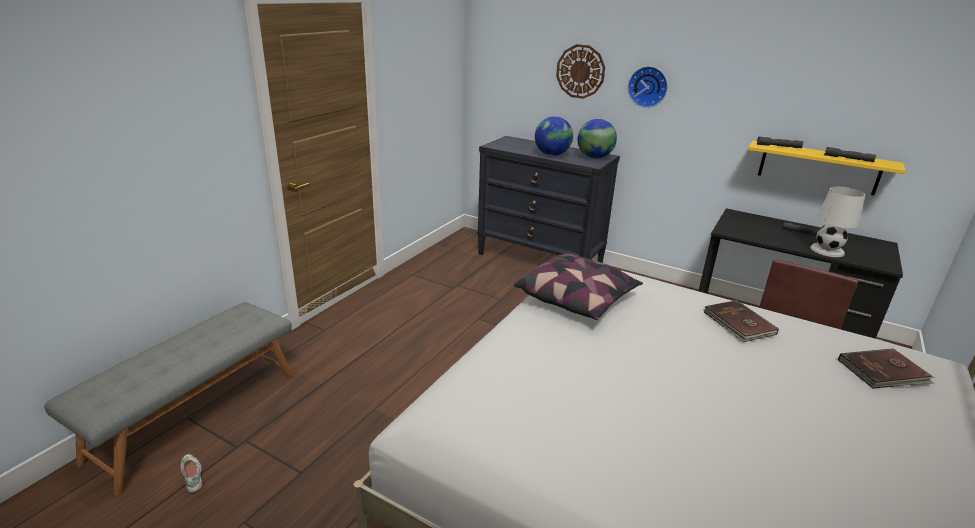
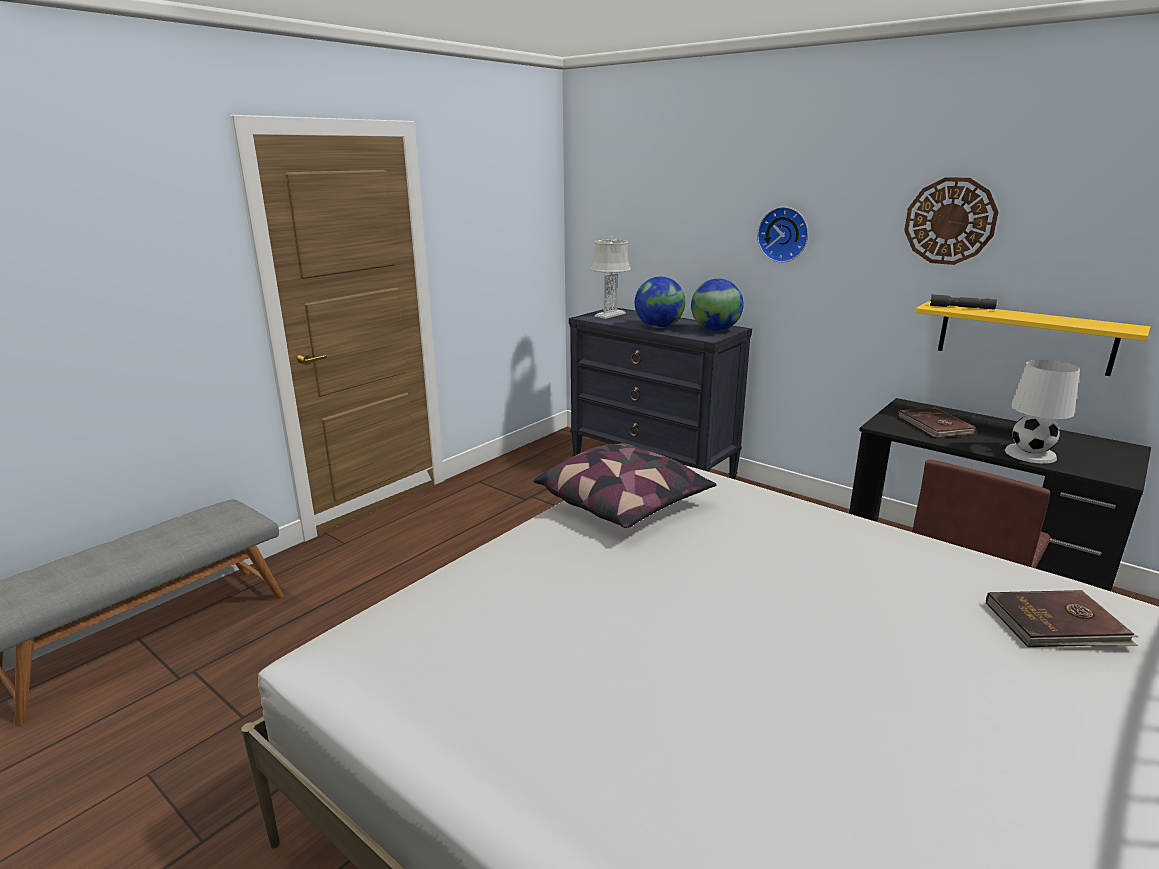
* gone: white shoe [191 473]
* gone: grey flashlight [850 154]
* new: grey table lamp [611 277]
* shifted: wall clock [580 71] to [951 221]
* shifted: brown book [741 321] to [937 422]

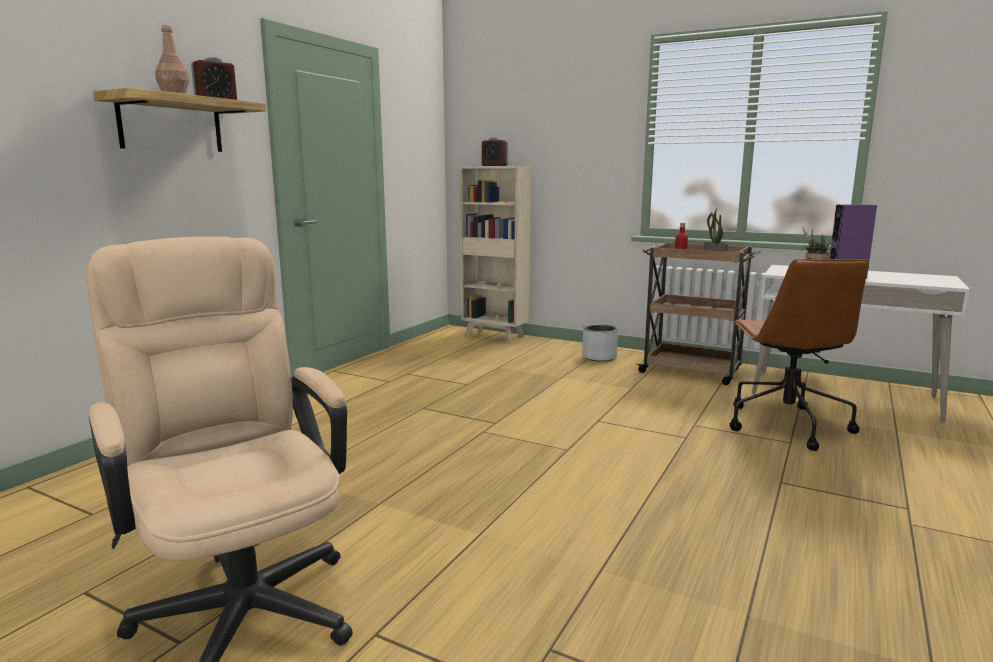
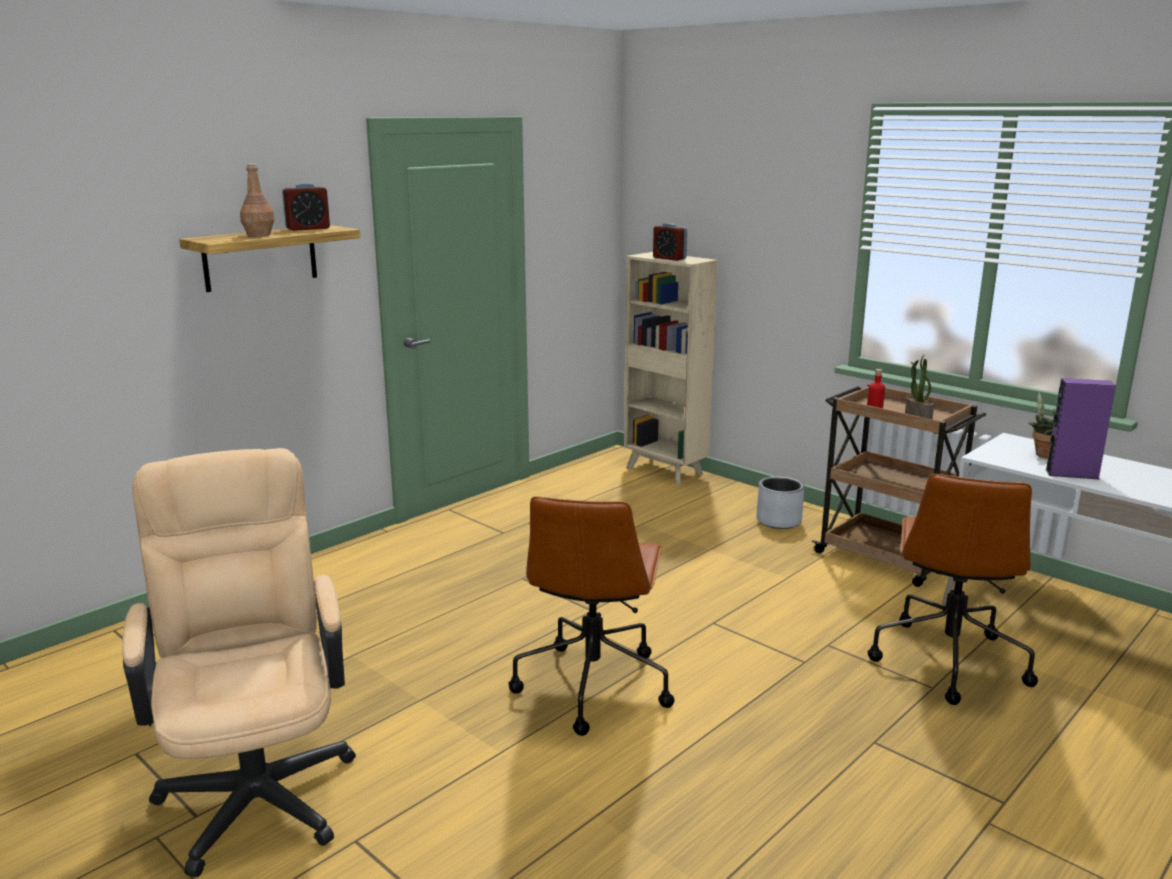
* new: brown office chair [591 616]

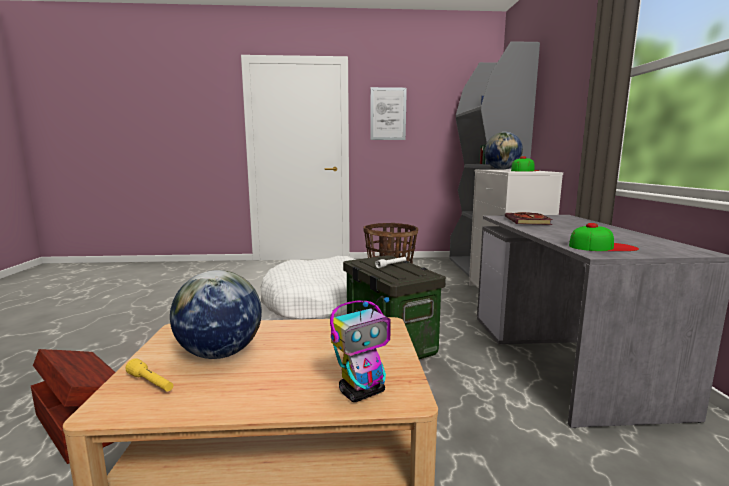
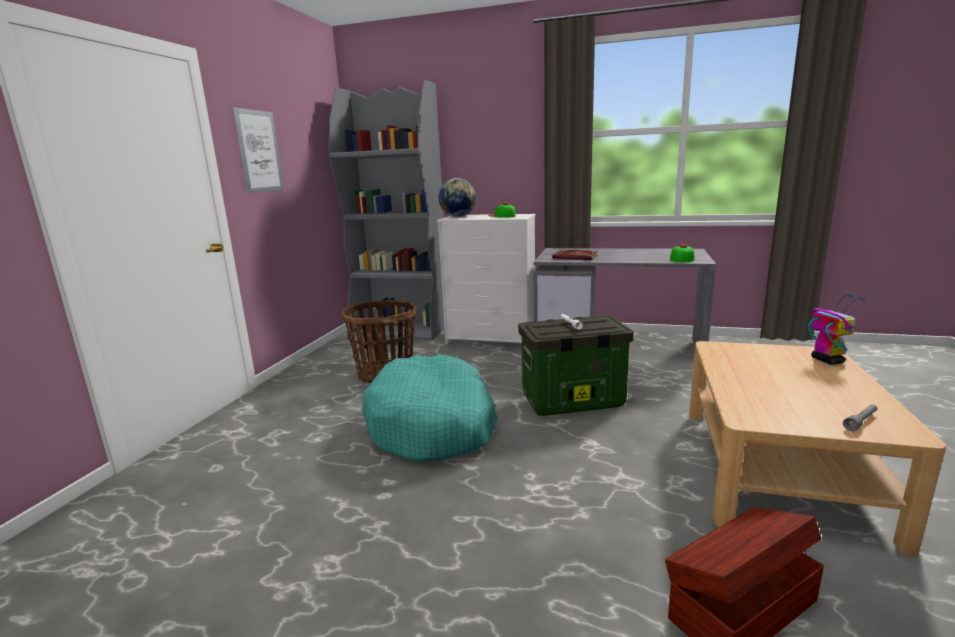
* gone: globe [216 314]
* repainted: yellow flashlight [149 374] to grey flashlight [860 417]
* repainted: white dog bed [308 288] to turquoise dog bed [429 408]

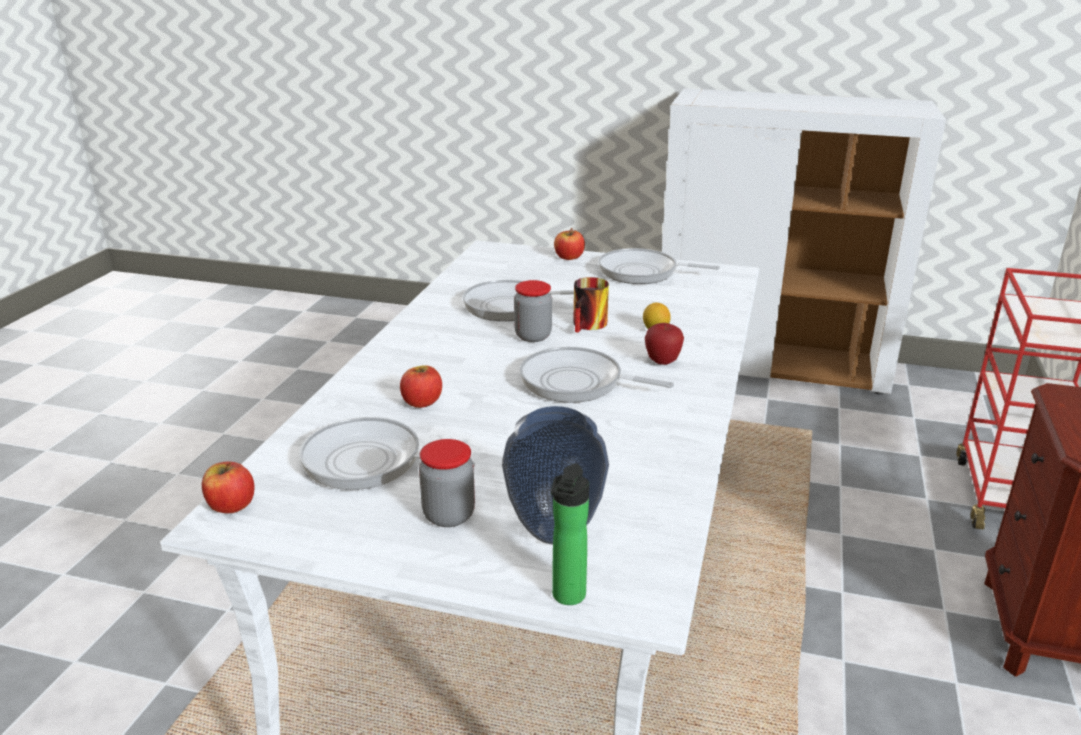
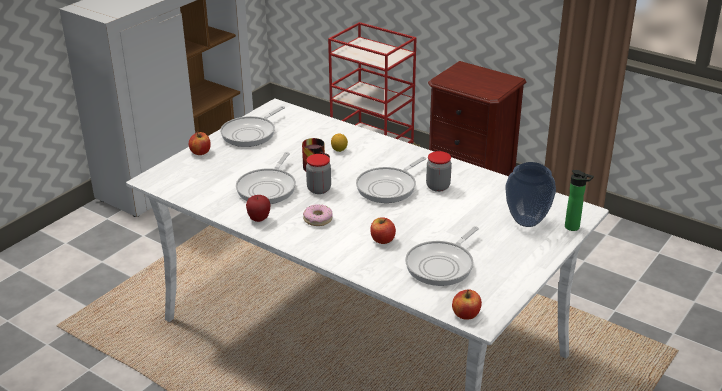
* new: donut [318 215]
* shifted: jar [447 483] to [439 171]
* shifted: apple [664 344] to [258 208]

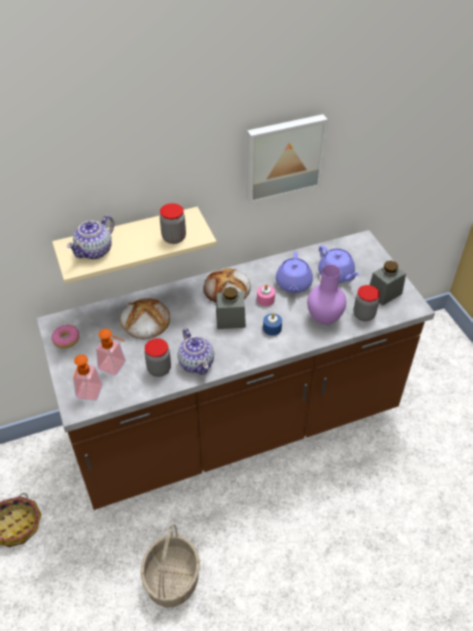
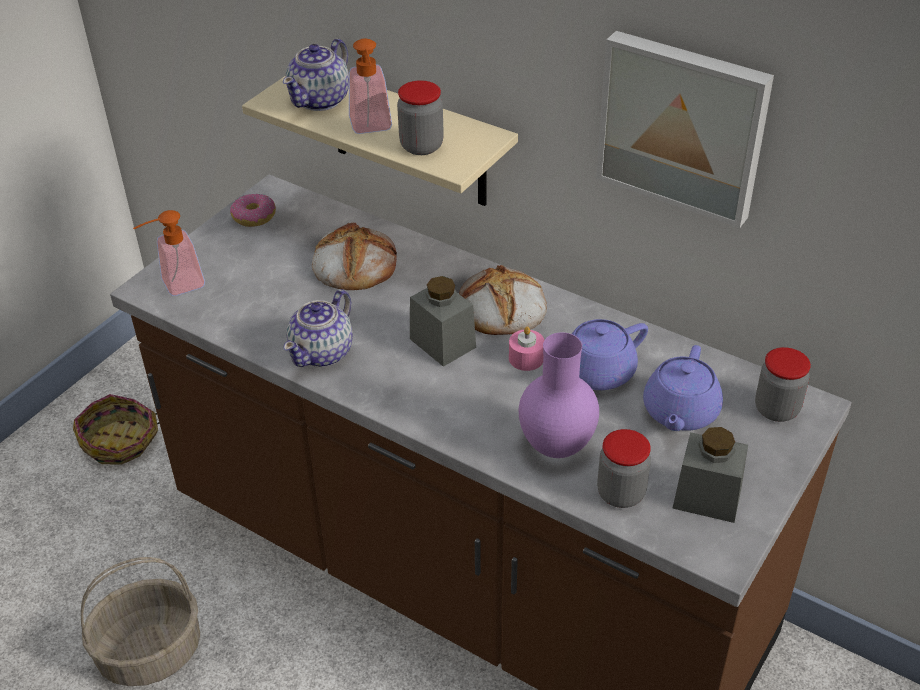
* gone: blue candle [272 324]
* shifted: soap dispenser [111 352] to [370 86]
* shifted: jar [158 357] to [783 384]
* rotated: teapot [90 237] = [316 75] 60 degrees counterclockwise

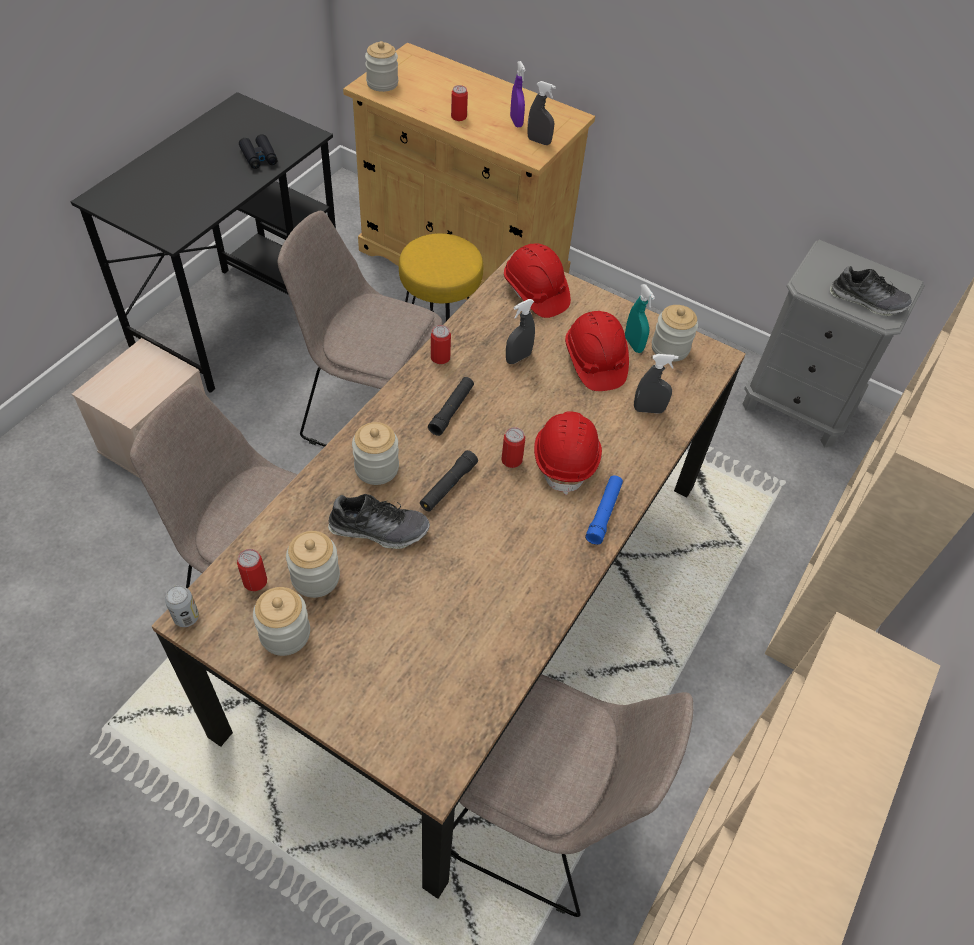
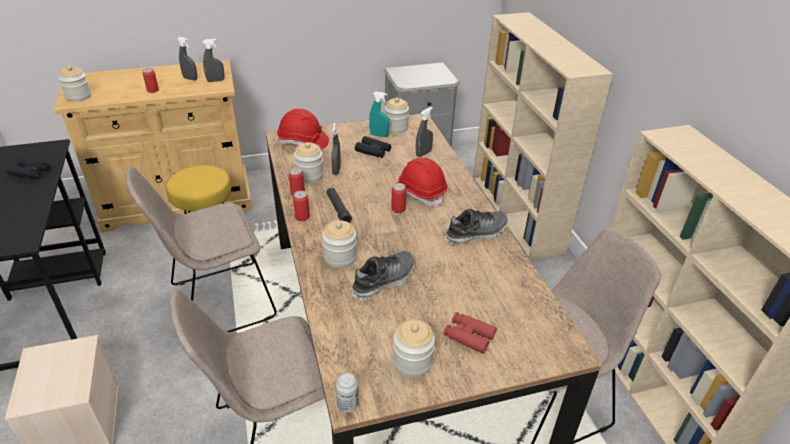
* gone: black flashlight [449 481]
* gone: blue flashlight [604 510]
* new: red binoculars [470 333]
* shifted: can [252 570] to [301 205]
* shifted: jar [313 564] to [309 162]
* shifted: shoe [871 291] to [477 227]
* swapped: red hard hat [597 351] to black binoculars [373 147]
* repainted: purple spray bottle [518 94] to grey spray bottle [187 59]

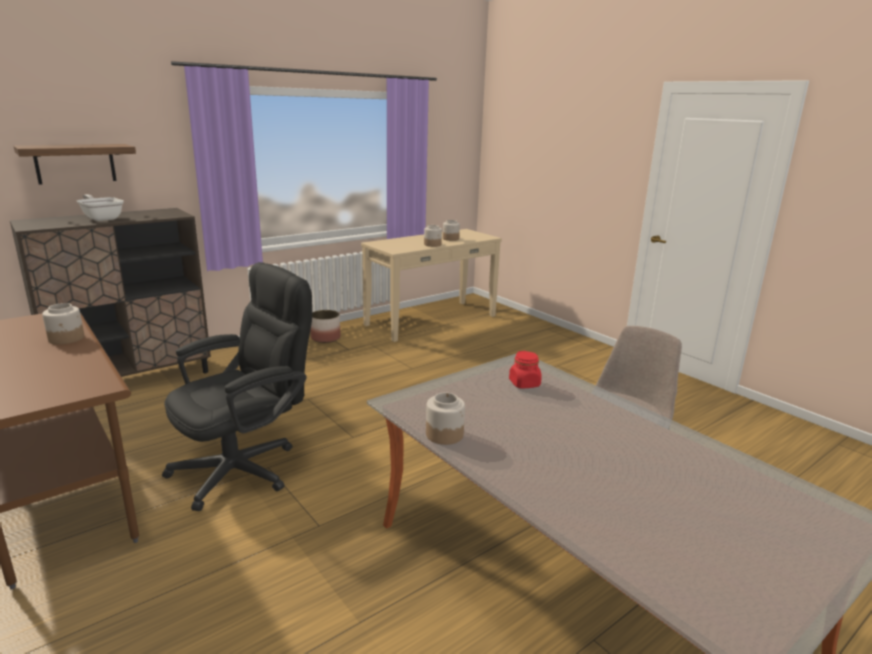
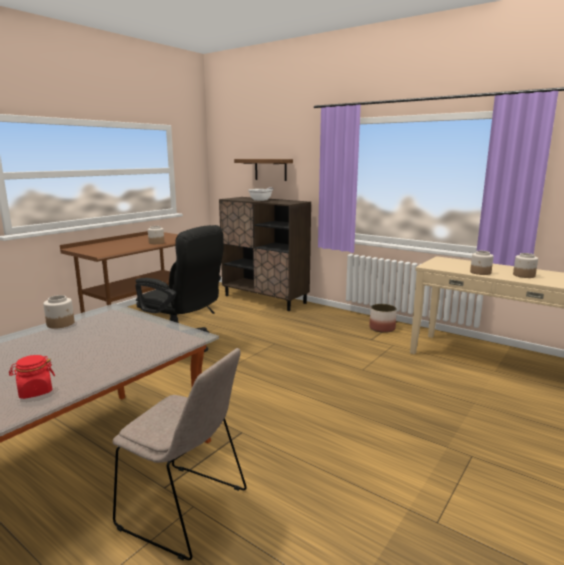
* shifted: red jar [525 369] to [32 377]

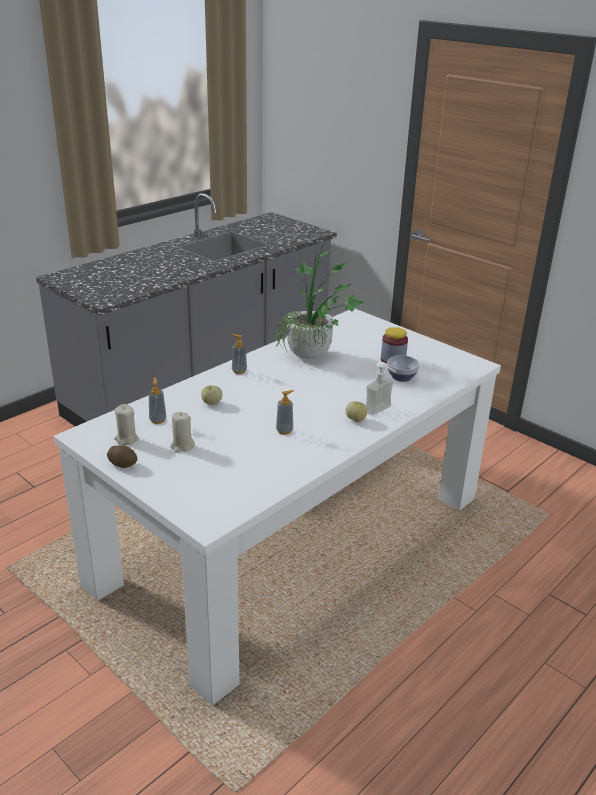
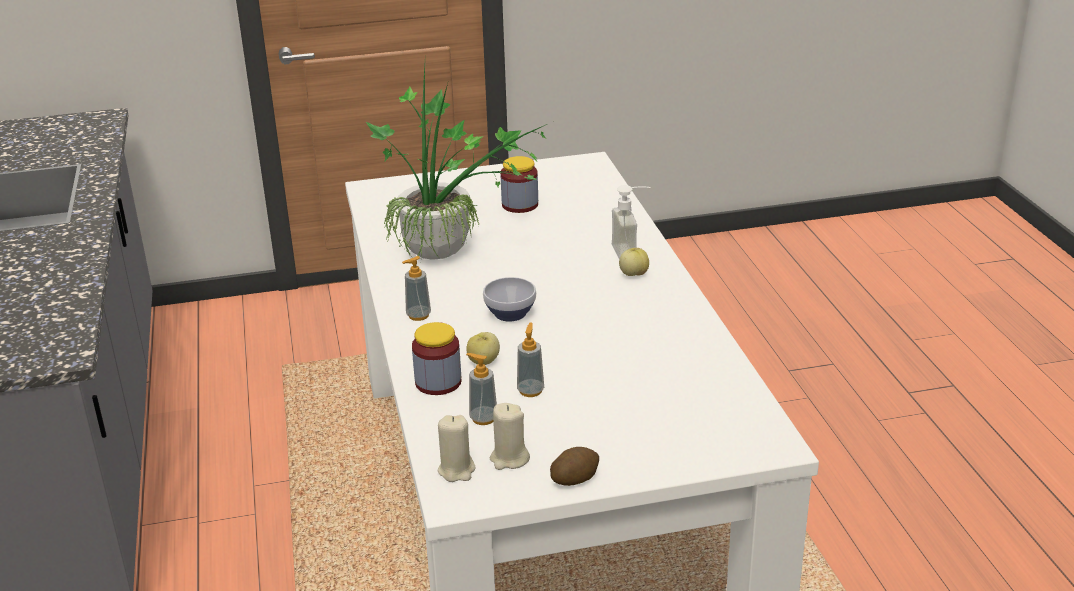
* new: jar [436 358]
* shifted: beige candle [182 432] to [457 448]
* shifted: soap dispenser [285 412] to [530 360]
* shifted: bowl [403 368] to [509 299]

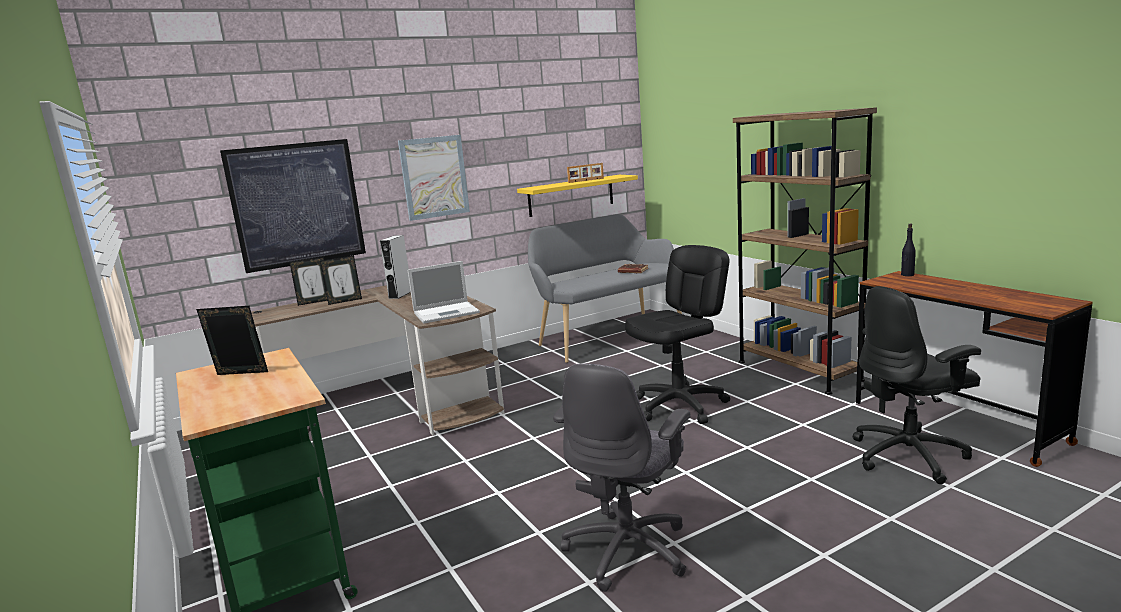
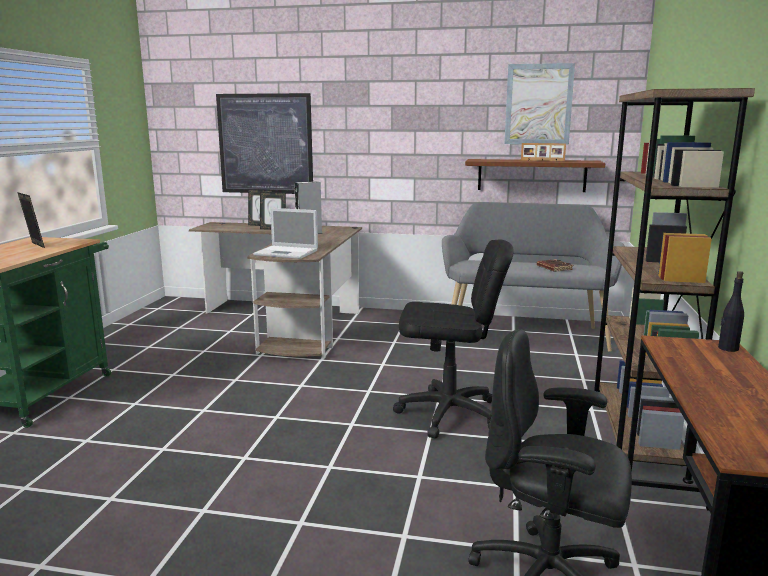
* gone: grey office chair [621 478]
* shifted: picture [434 178] to [539 104]
* repainted: yellow shelf [577 196] to brown shelf [535 175]

